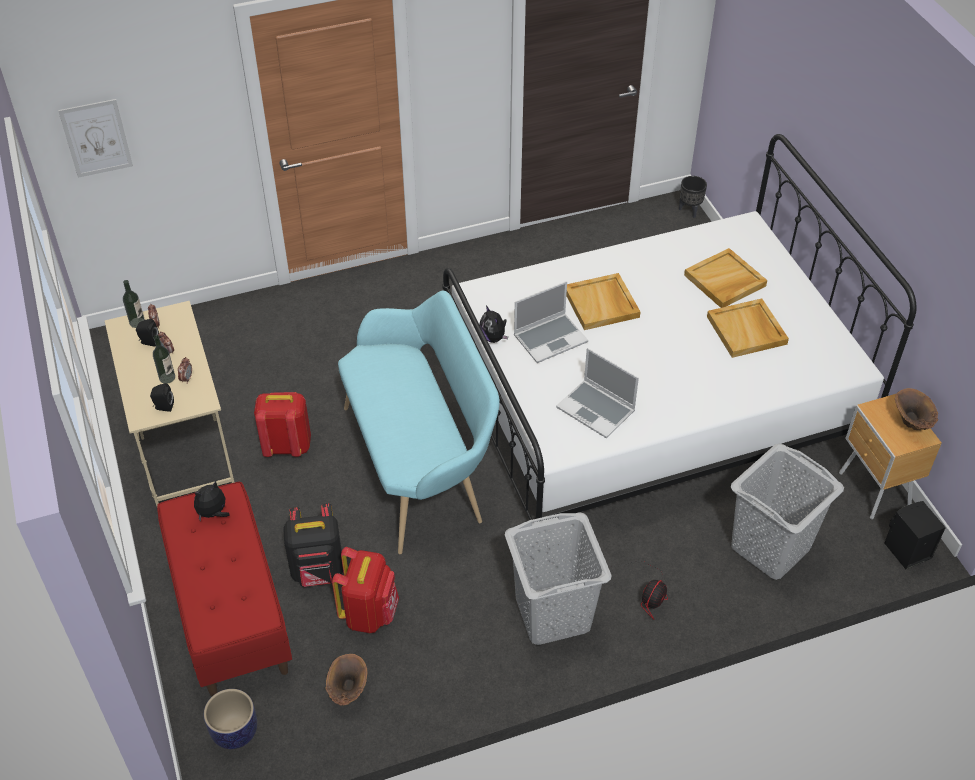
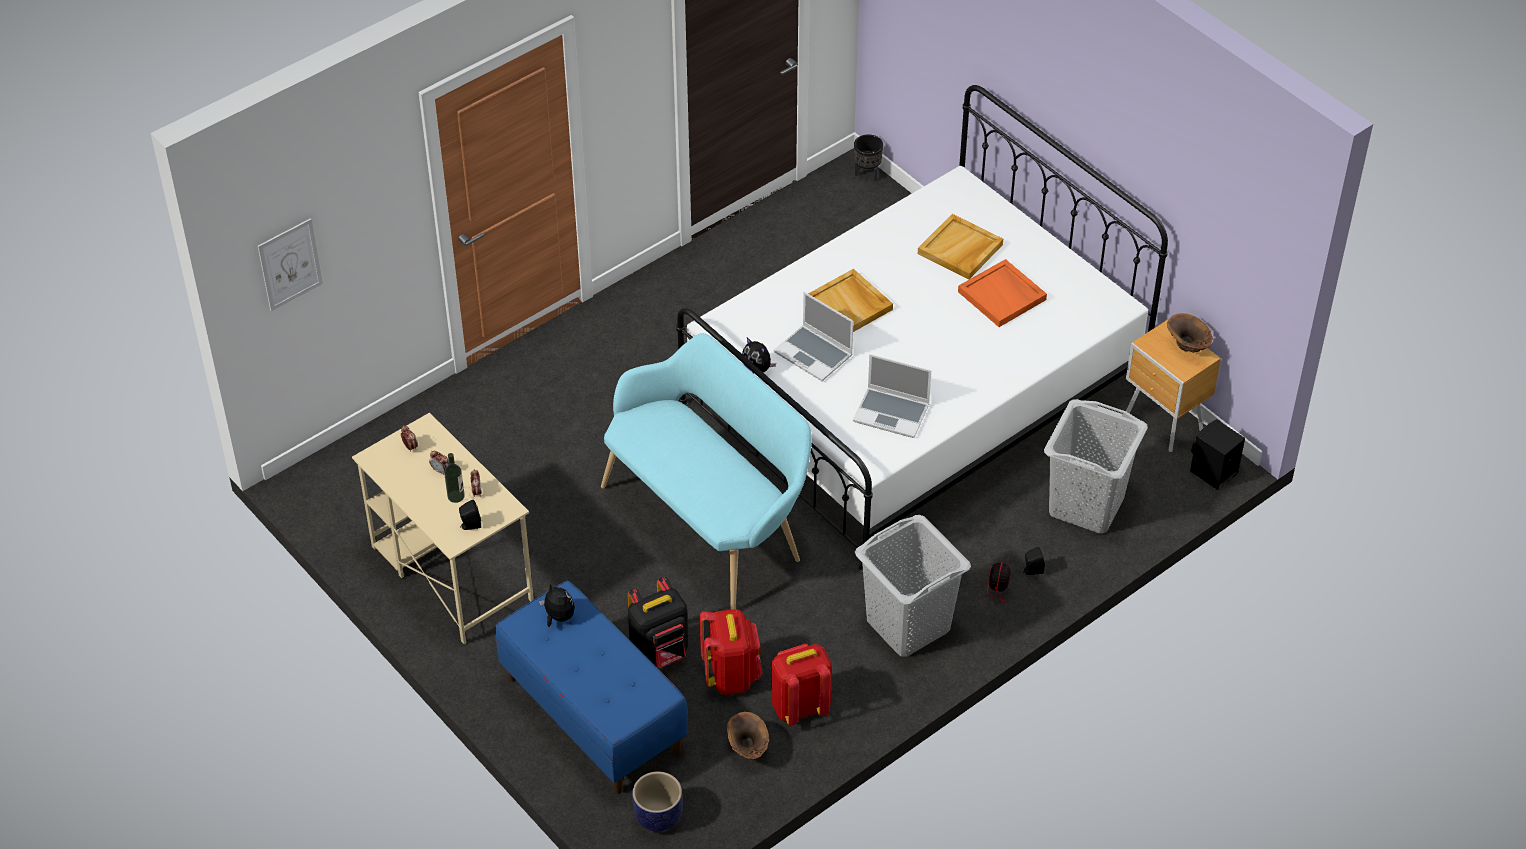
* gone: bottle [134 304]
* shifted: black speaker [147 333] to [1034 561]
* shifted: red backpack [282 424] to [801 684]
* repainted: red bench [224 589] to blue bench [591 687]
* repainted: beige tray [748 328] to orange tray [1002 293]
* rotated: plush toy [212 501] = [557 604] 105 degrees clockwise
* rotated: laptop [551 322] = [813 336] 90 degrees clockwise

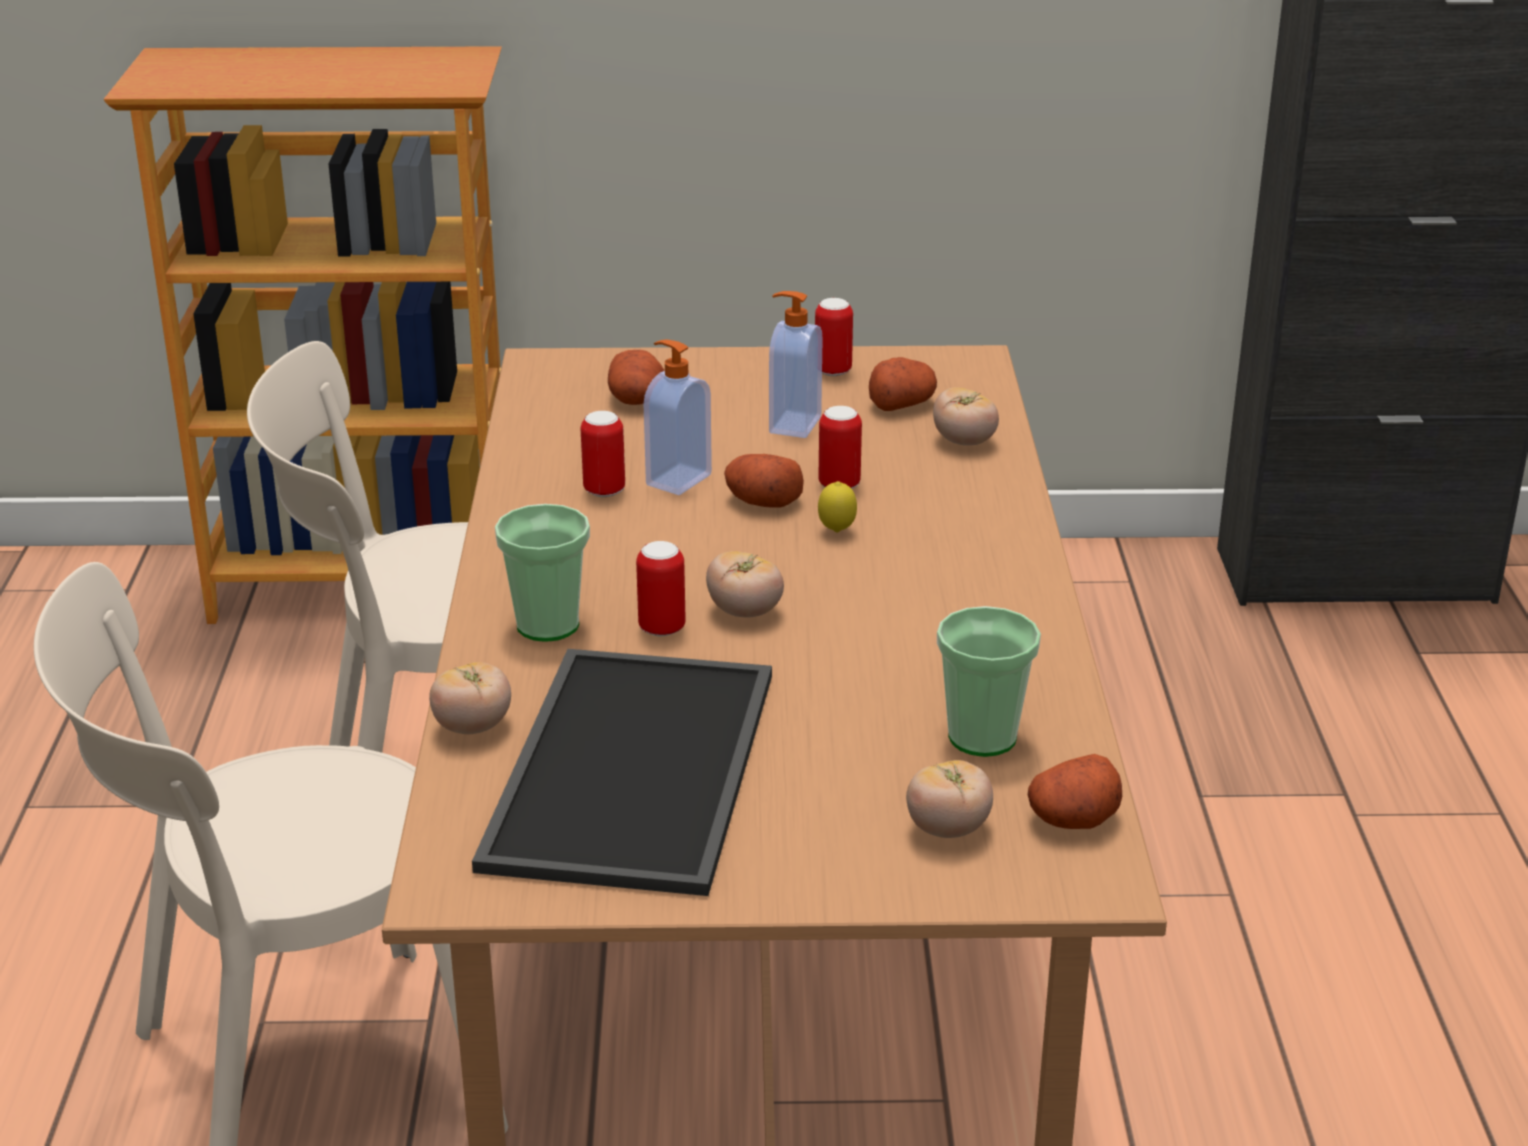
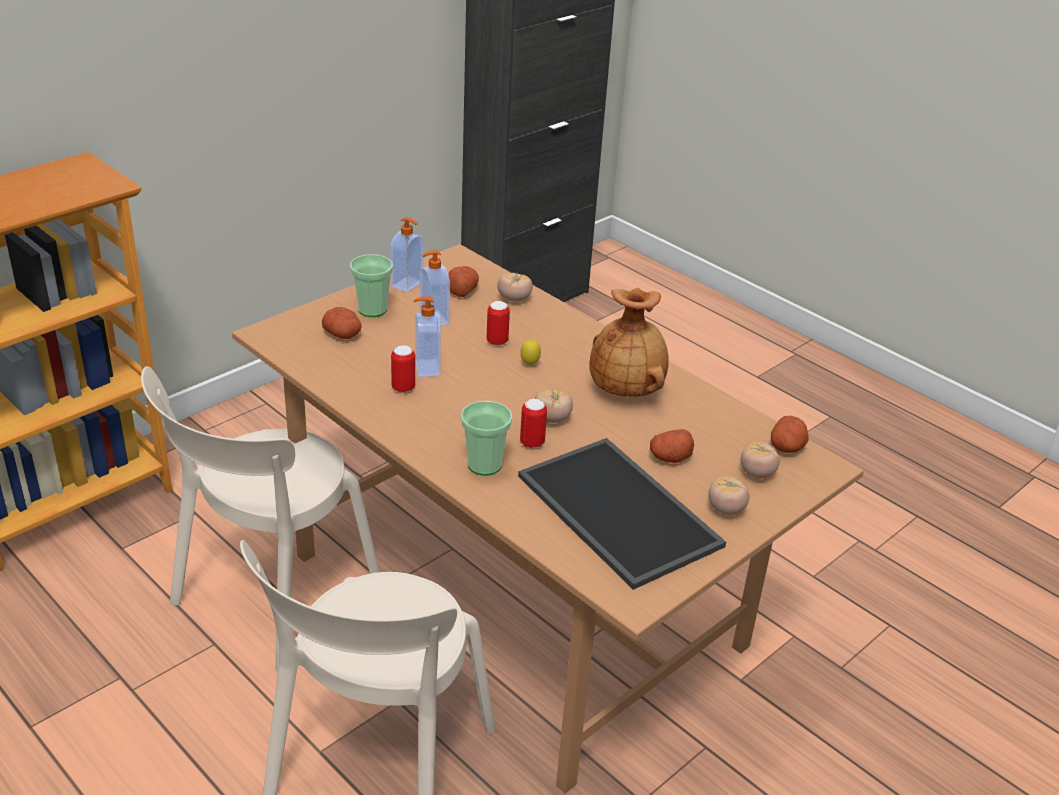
* new: brown vase [629 342]
* shifted: tomato [470 698] to [729 495]
* shifted: potato [764 481] to [672 446]
* shifted: cup [989 681] to [371 285]
* swapped: can [834 337] to soap dispenser [407 254]

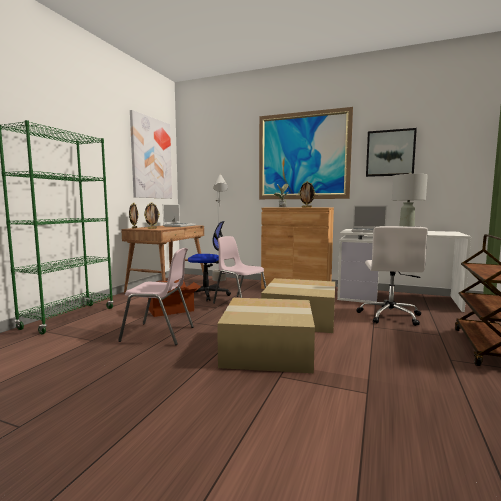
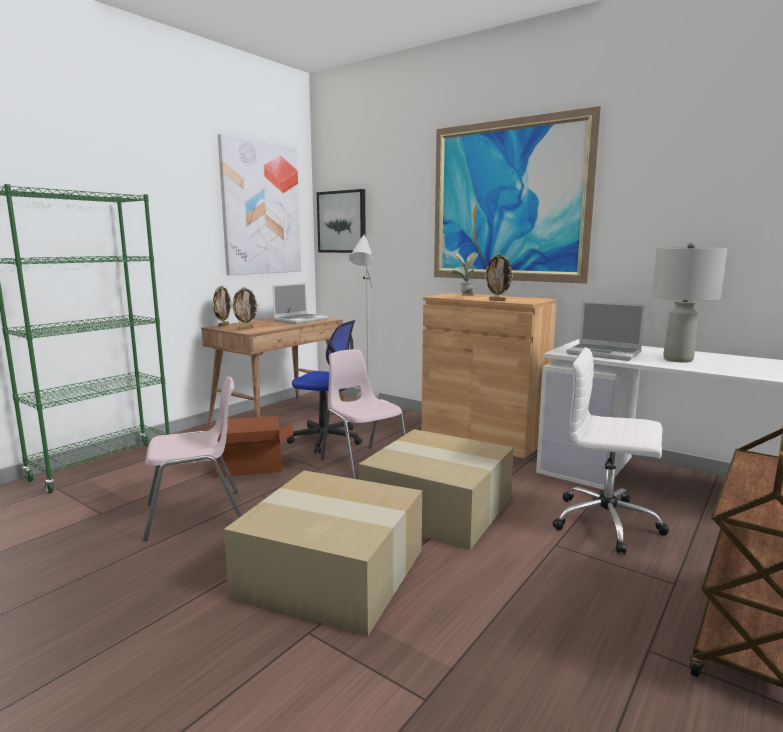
* shifted: picture [391 152] to [341 221]
* rotated: pink chair [156 296] = [192 458] 45 degrees counterclockwise
* rotated: white office chair [392 276] = [611 450] 90 degrees clockwise

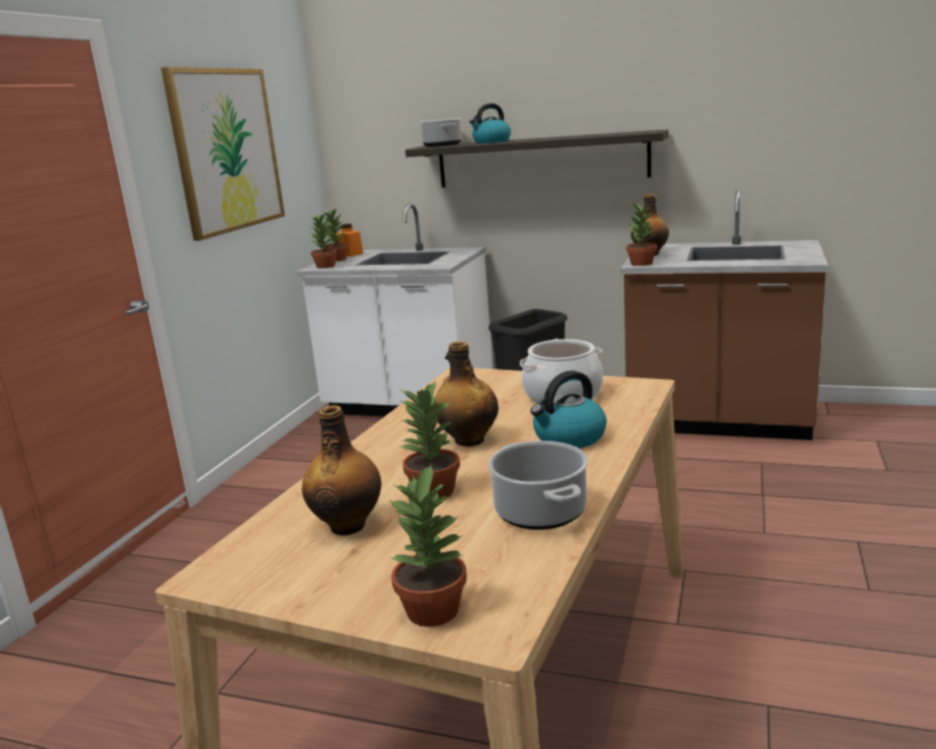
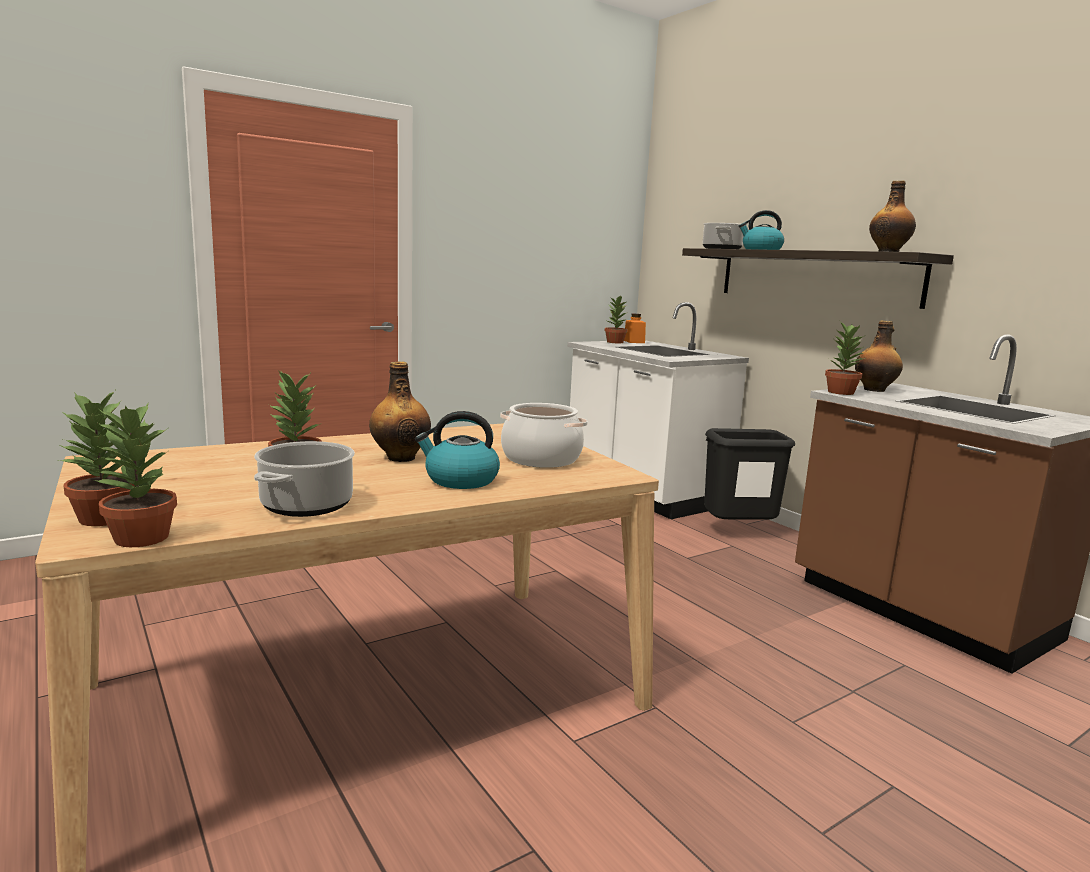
* gone: picture [223 154]
* shifted: bottle [341 470] to [892 216]
* shifted: potted plant [323 240] to [135 474]

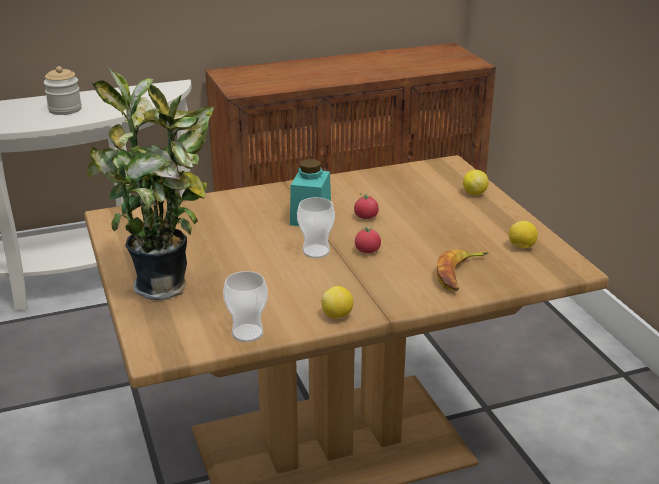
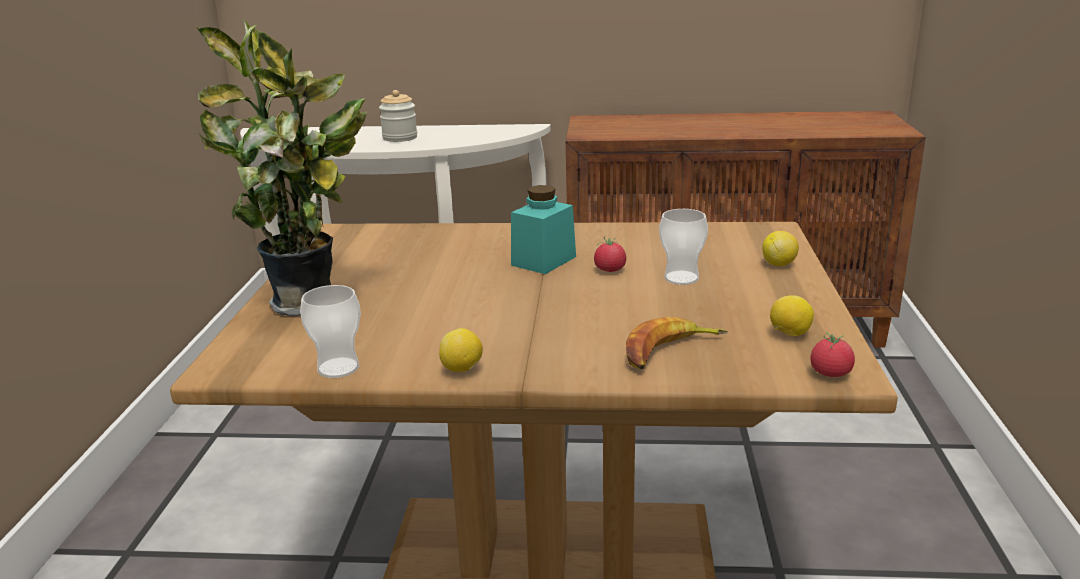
* shifted: cup [316 227] to [683 247]
* shifted: tomato [368 239] to [832 354]

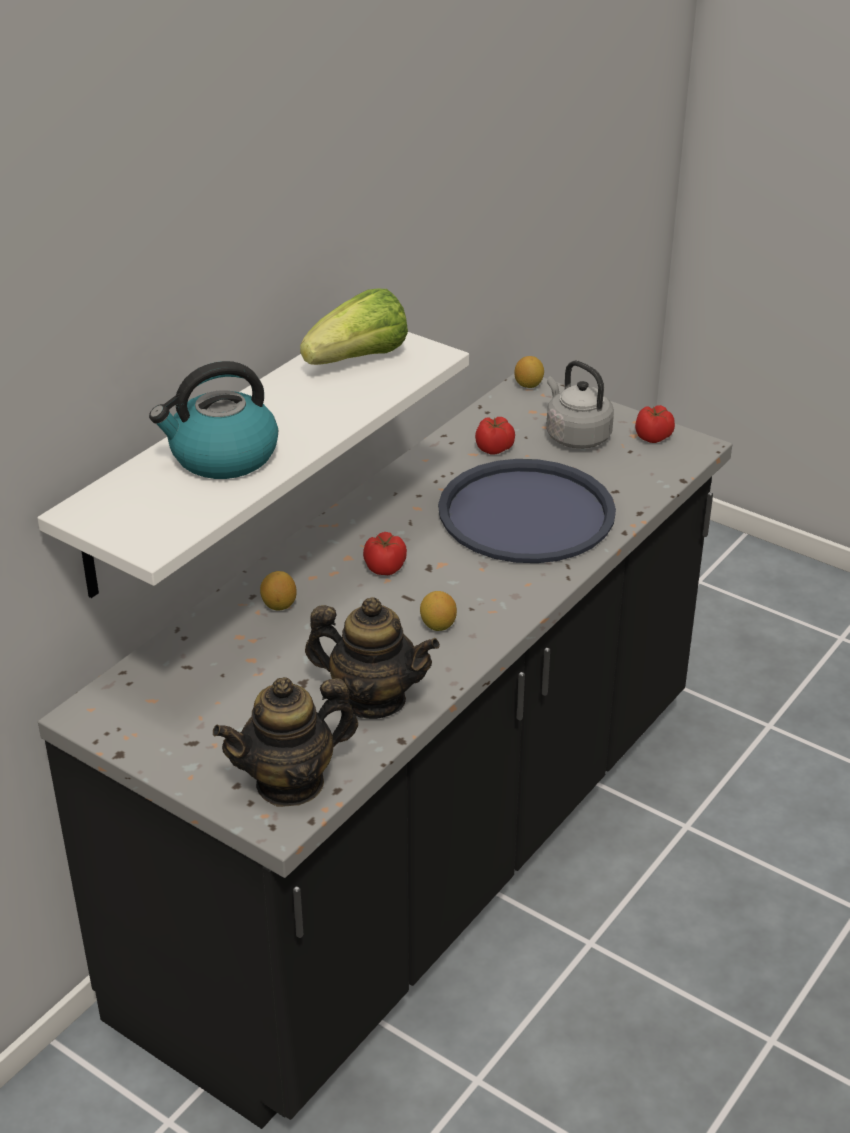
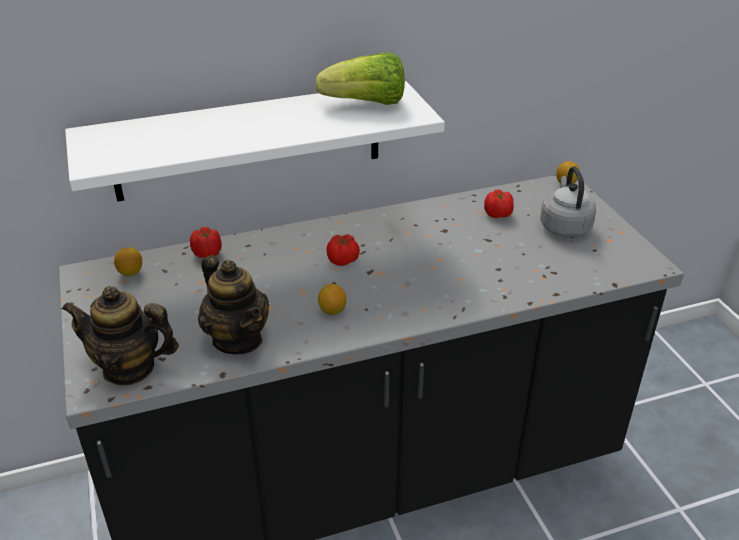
* gone: kettle [213 420]
* gone: blue tray [527 511]
* shifted: lemon [278 590] to [128 261]
* shifted: tomato [655 424] to [206 242]

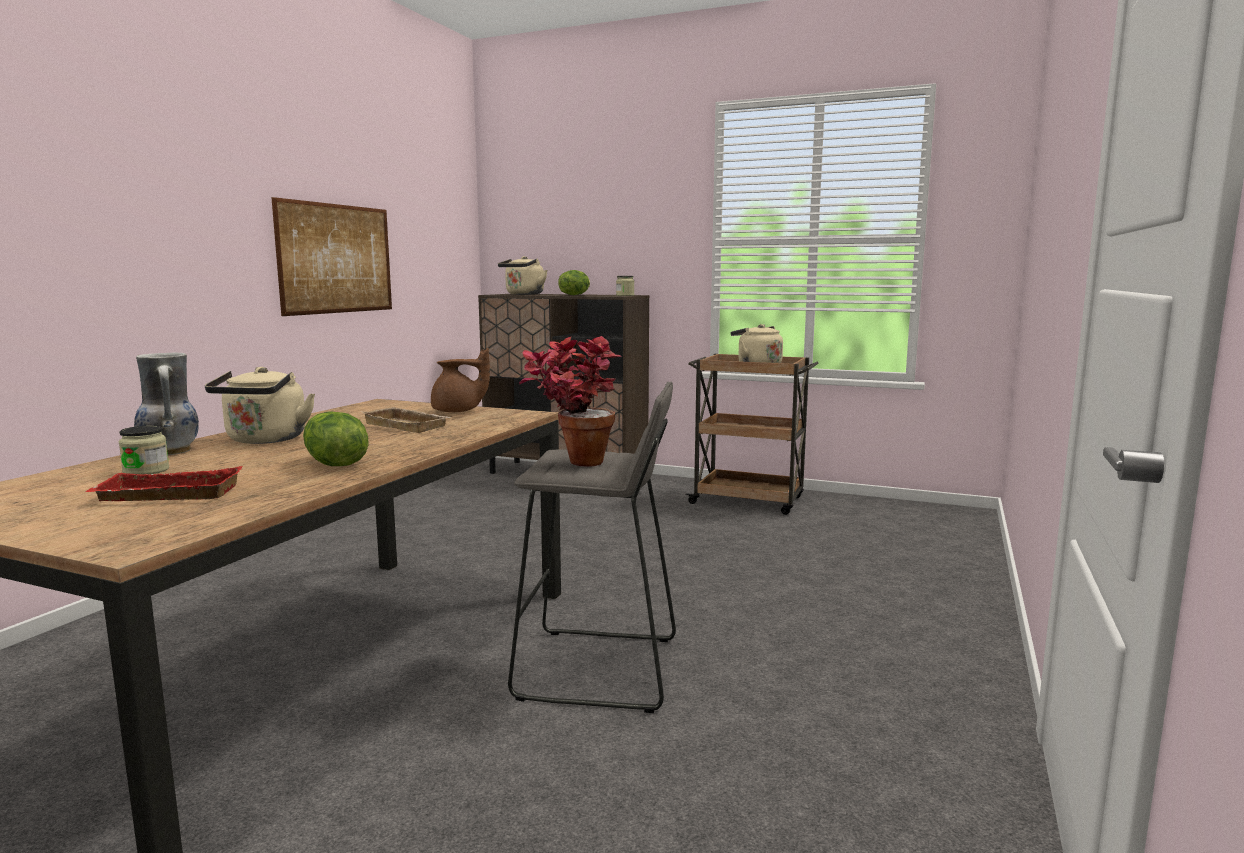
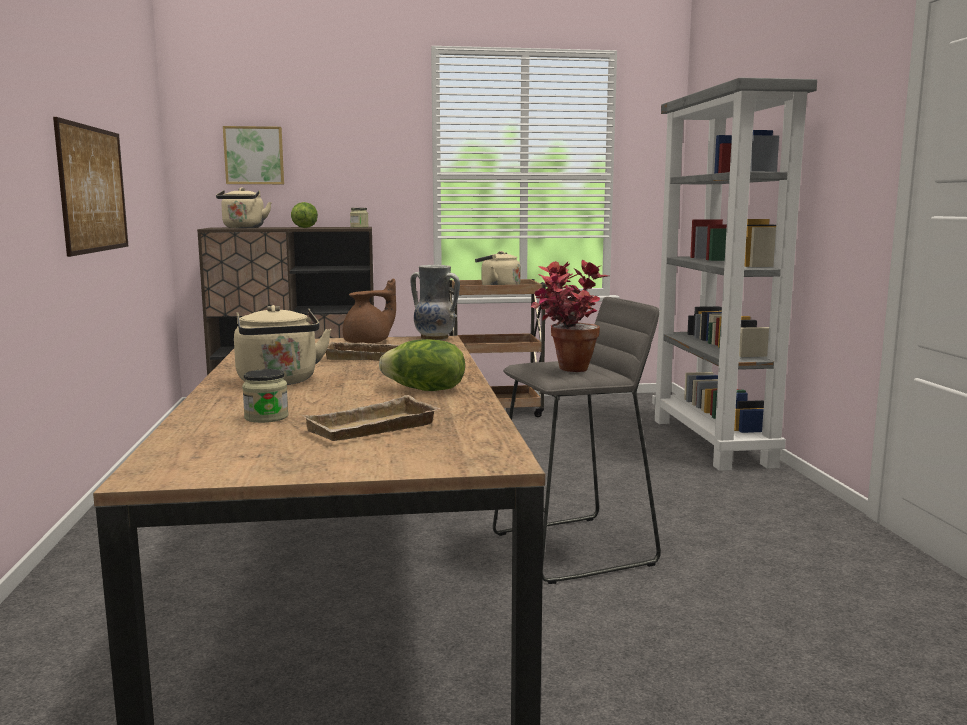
* new: picture [253 155]
* new: grey bookcase [734 274]
* shifted: vase [166 404] to [435 302]
* repainted: red tray [164 483] to beige tray [372 418]

